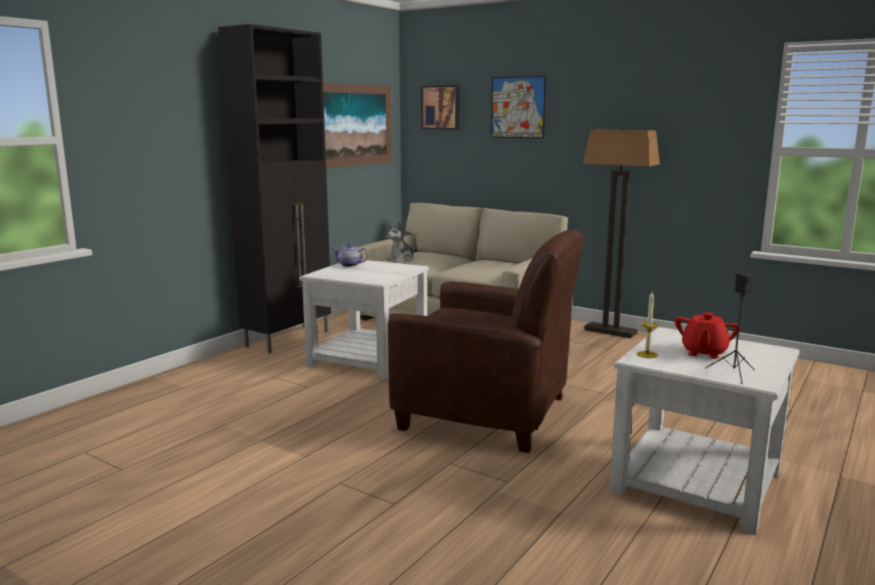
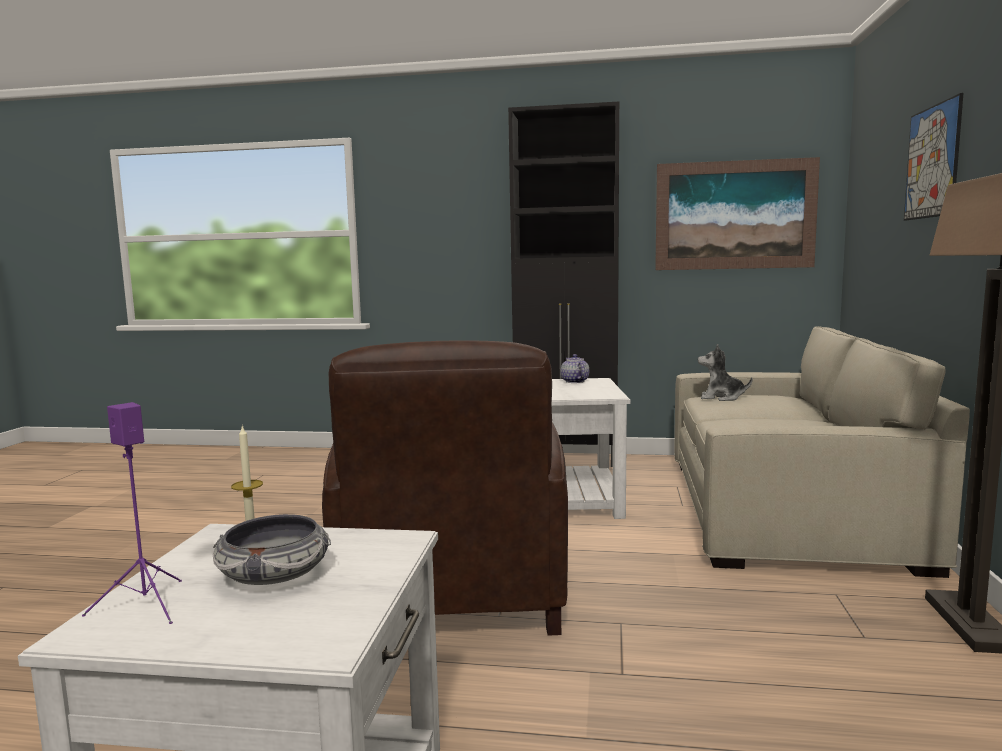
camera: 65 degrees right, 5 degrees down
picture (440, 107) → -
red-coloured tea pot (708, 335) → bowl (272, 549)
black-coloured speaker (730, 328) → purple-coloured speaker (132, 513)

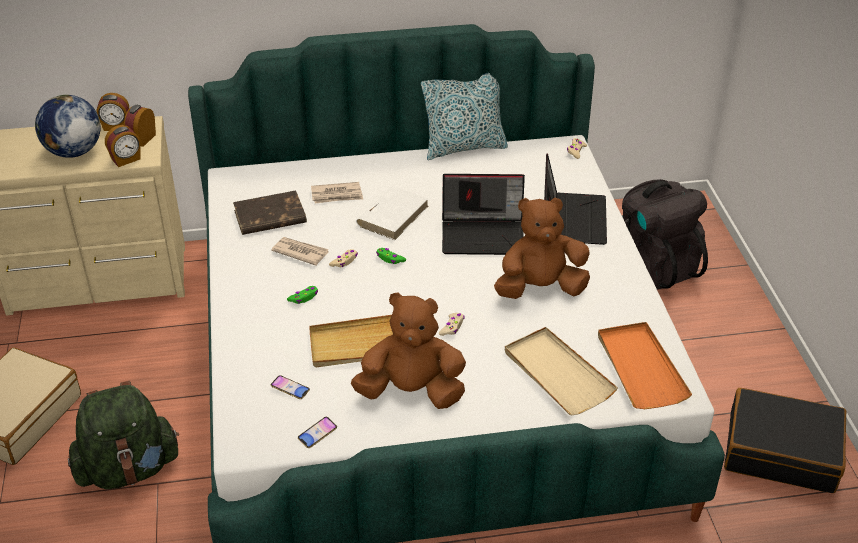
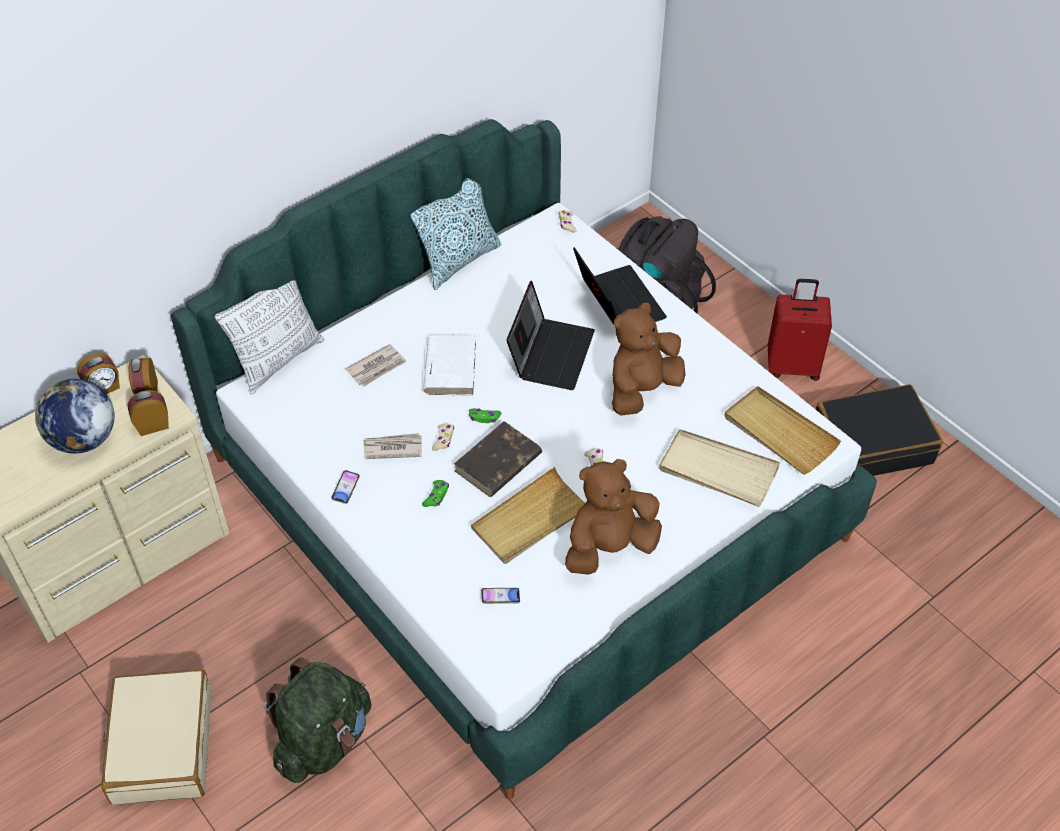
camera: 30 degrees left, 10 degrees up
- → cushion (269, 337)
- → red-coloured piece of luggage (800, 330)
brown-coloured book (270, 212) → brown-coloured book (498, 459), moved
telephone (317, 432) → telephone (345, 487), moved
orange serving tray (645, 365) → beige serving tray (782, 430)
alarm clock (123, 146) → alarm clock (148, 413), 135 degrees counterclockwise
laptop (483, 214) → laptop (550, 335), 45 degrees counterclockwise

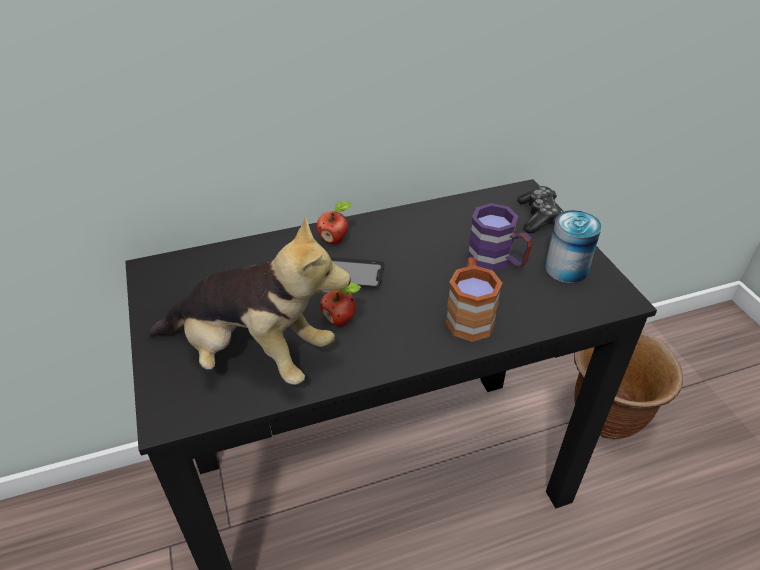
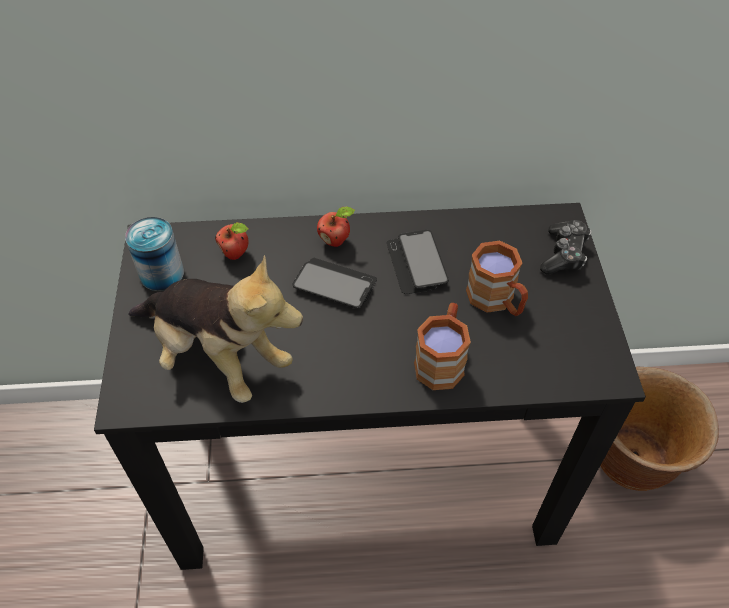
camera: 15 degrees right, 10 degrees up
- → telephone (418, 262)
apple (340, 304) → apple (232, 241), moved
can (573, 246) → can (154, 254), moved
purple-coloured tea mug (499, 237) → brown-coloured tea mug (497, 278)

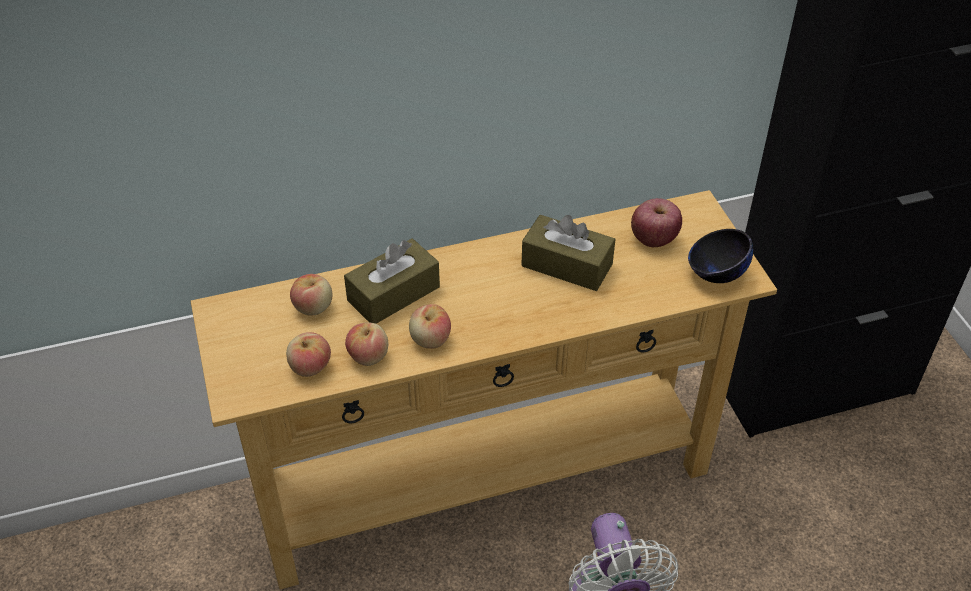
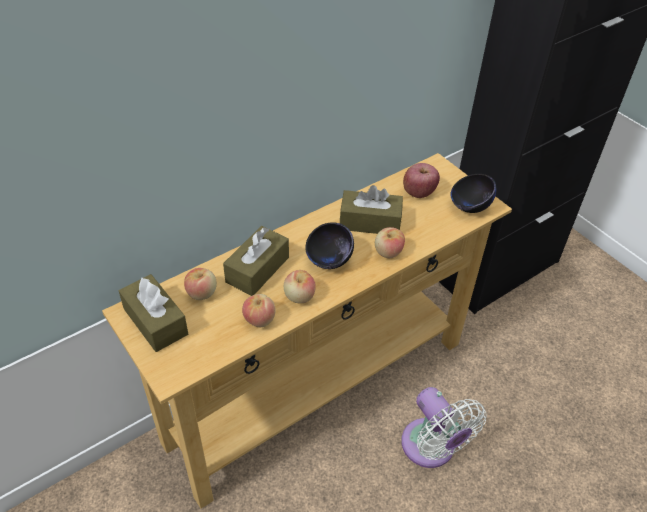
camera: 20 degrees left, 0 degrees up
- → brown-coloured tissue box (153, 313)
- → black-coloured bowl (329, 245)
apple (308, 354) → apple (390, 242), moved

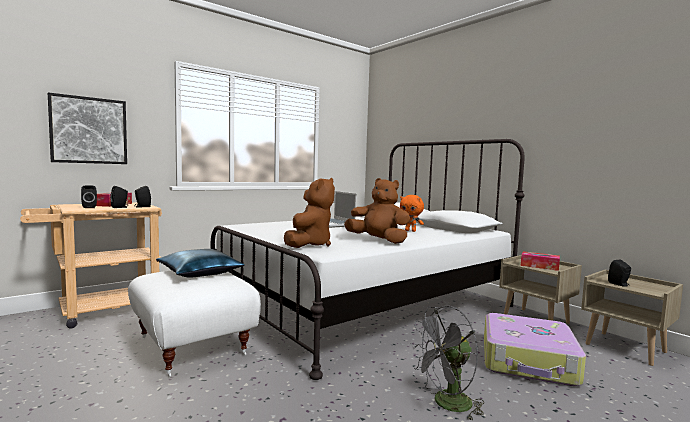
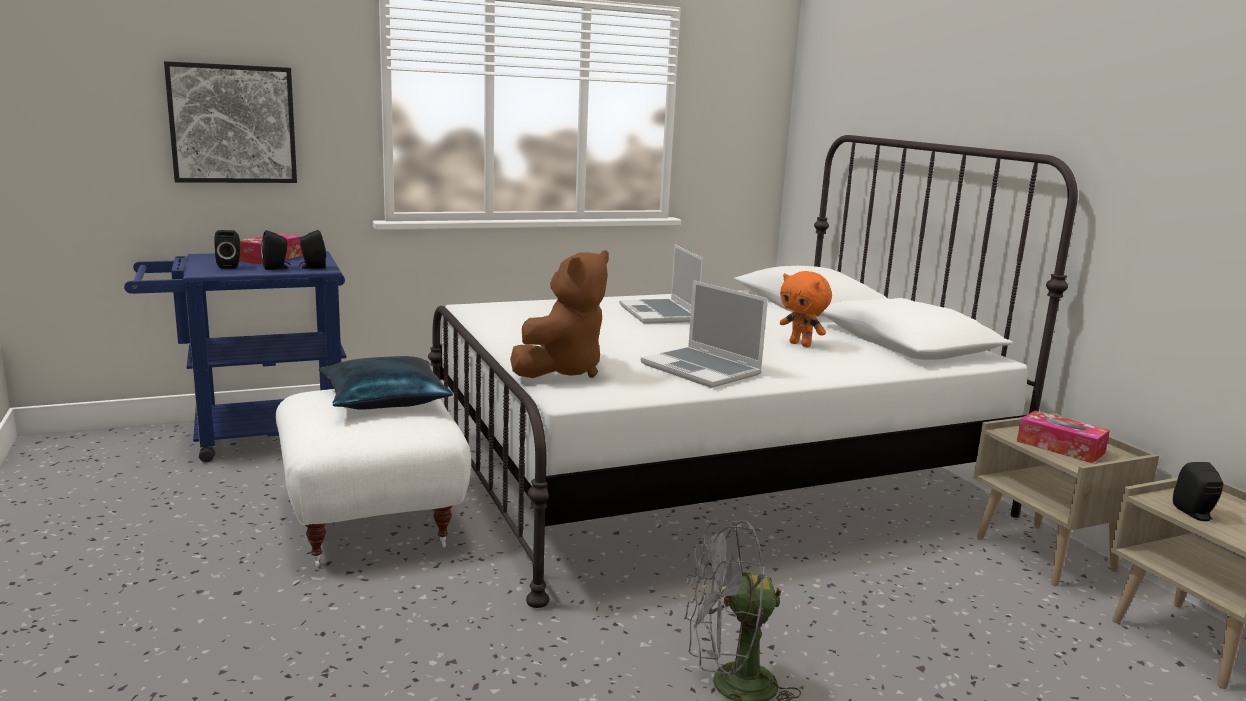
camera: 15 degrees right, 10 degrees up
piece of luggage (535, 349) → -
brown-coloured cuddly toy (377, 211) → laptop (704, 334)
beige wheeled cart (91, 266) → blue wheeled cart (235, 356)

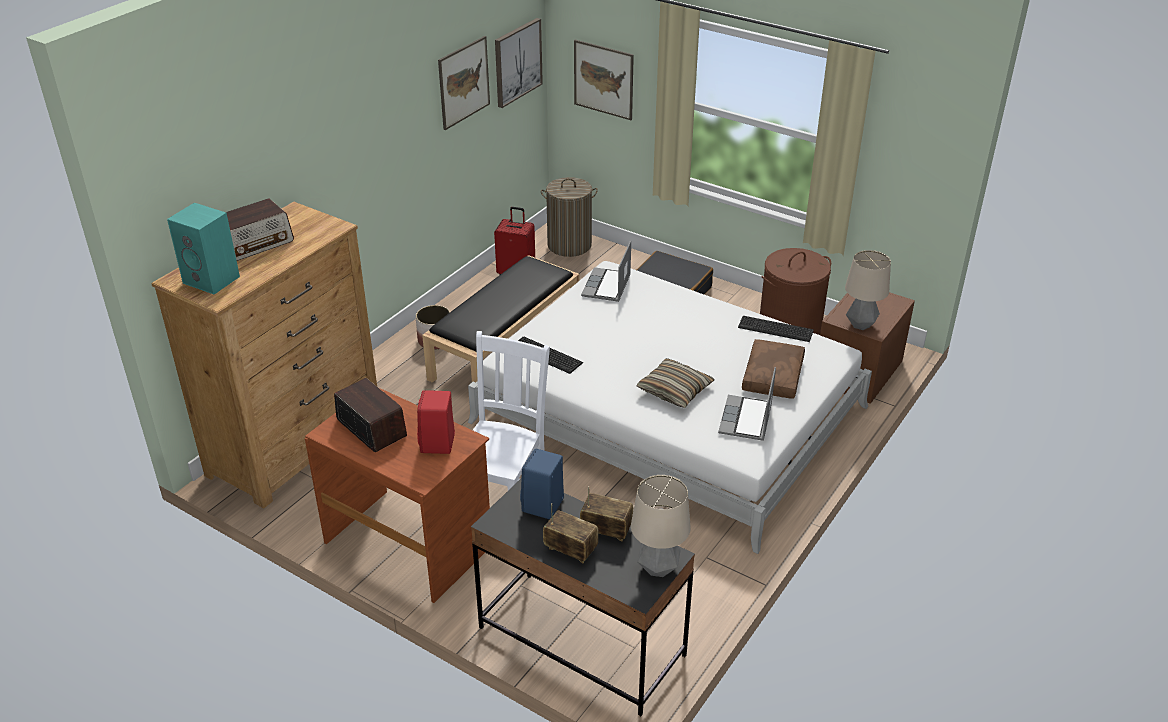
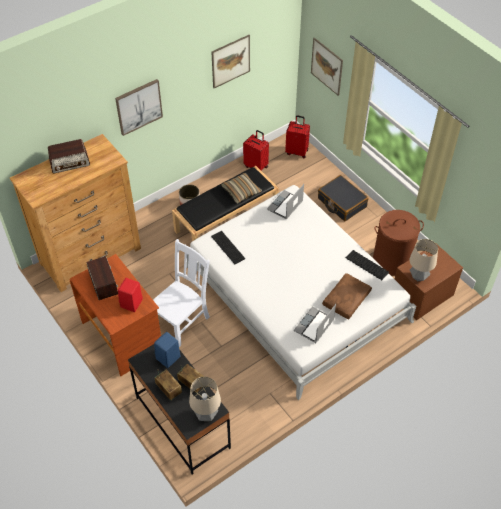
camera: 20 degrees right, 15 degrees up
turquoise-coloured speaker (203, 248) → -
picture (519, 63) → picture (139, 107), moved
cushion (675, 383) → cushion (241, 188), moved
laundry basket (569, 217) → red-coloured piece of luggage (297, 136)

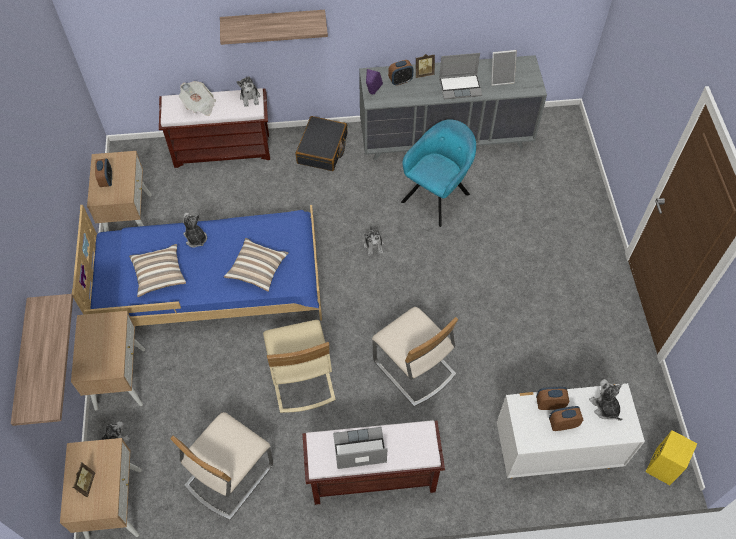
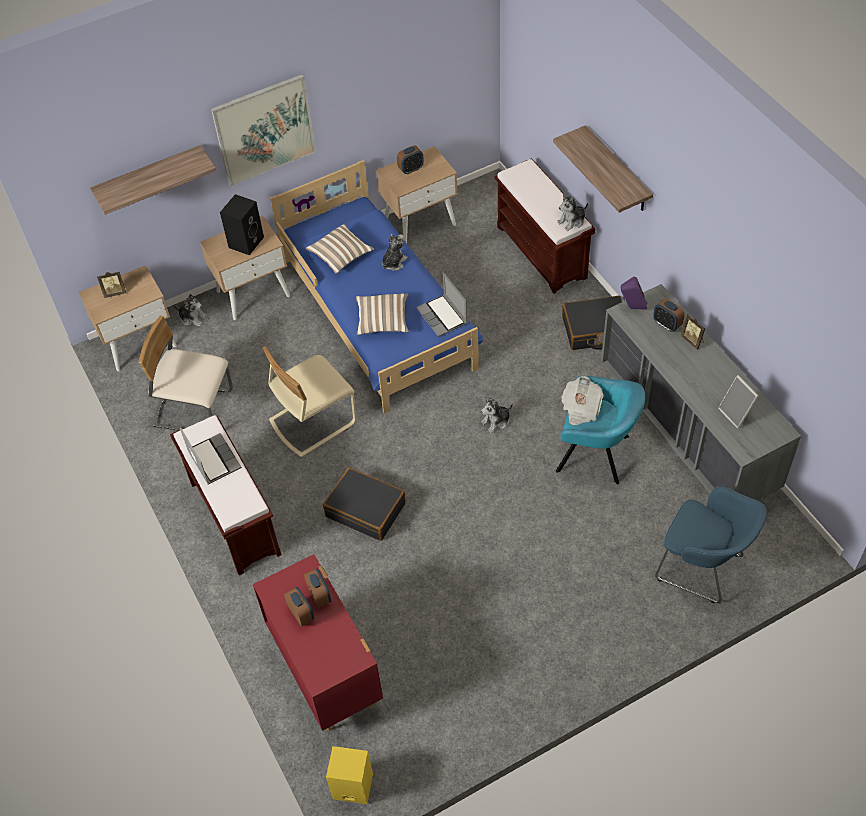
camera: 70 degrees right, 5 degrees down
cuddly toy (606, 400) → -
- → picture (263, 130)
- → black-coloured speaker (242, 224)
- → blue armchair (711, 545)
printed paper (197, 98) → printed paper (582, 400), moved
laptop (460, 76) → laptop (441, 304), moved
beige plain chair (415, 357) → black-coloured piece of luggage (364, 504)
whitish chest of drawers (571, 431) → red-coloured chest of drawers (318, 642)

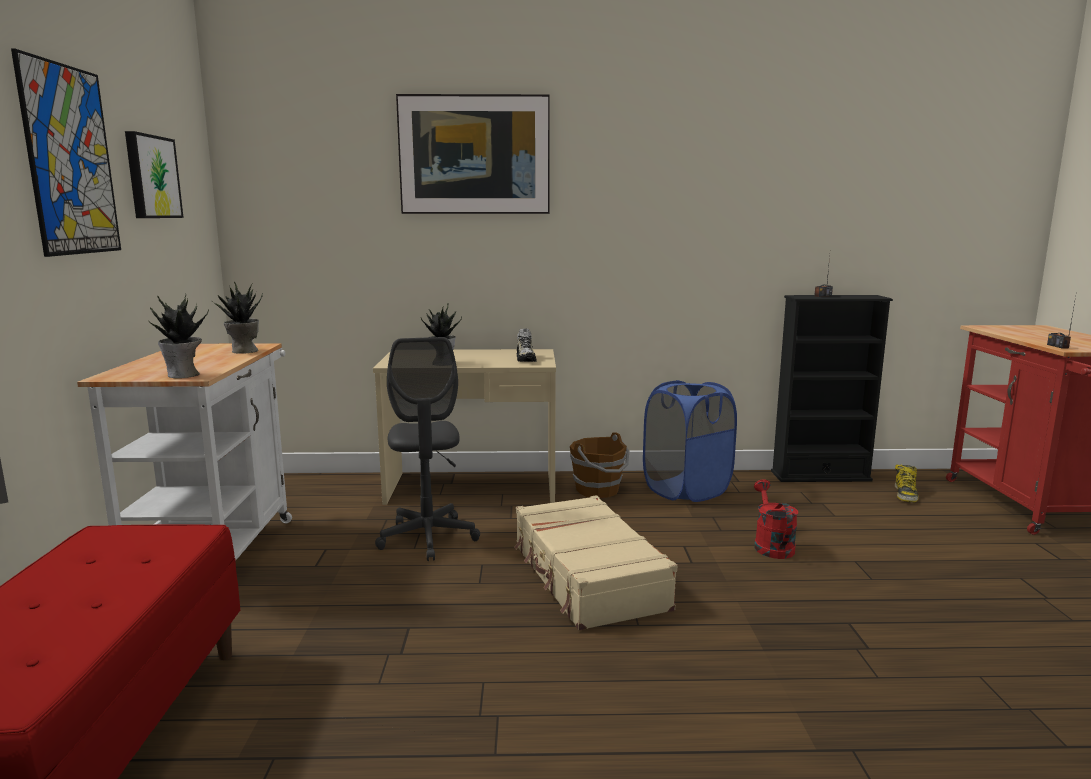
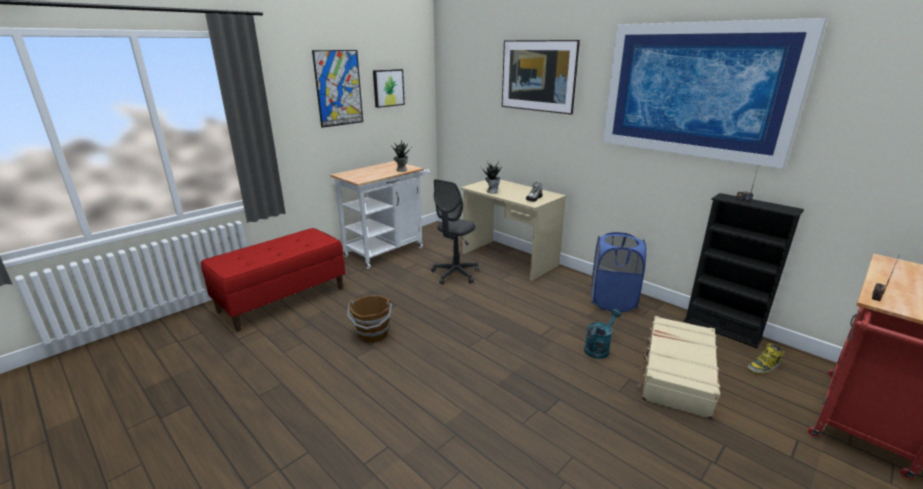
camera: 45 degrees right, 10 degrees up
potted plant (179, 336) → -
- → picture (715, 93)
beige piece of luggage (595, 563) → beige piece of luggage (679, 368), moved
brown-coloured bucket (599, 465) → brown-coloured bucket (369, 319), moved
red-coloured watering can (776, 519) → turquoise-coloured watering can (602, 334)

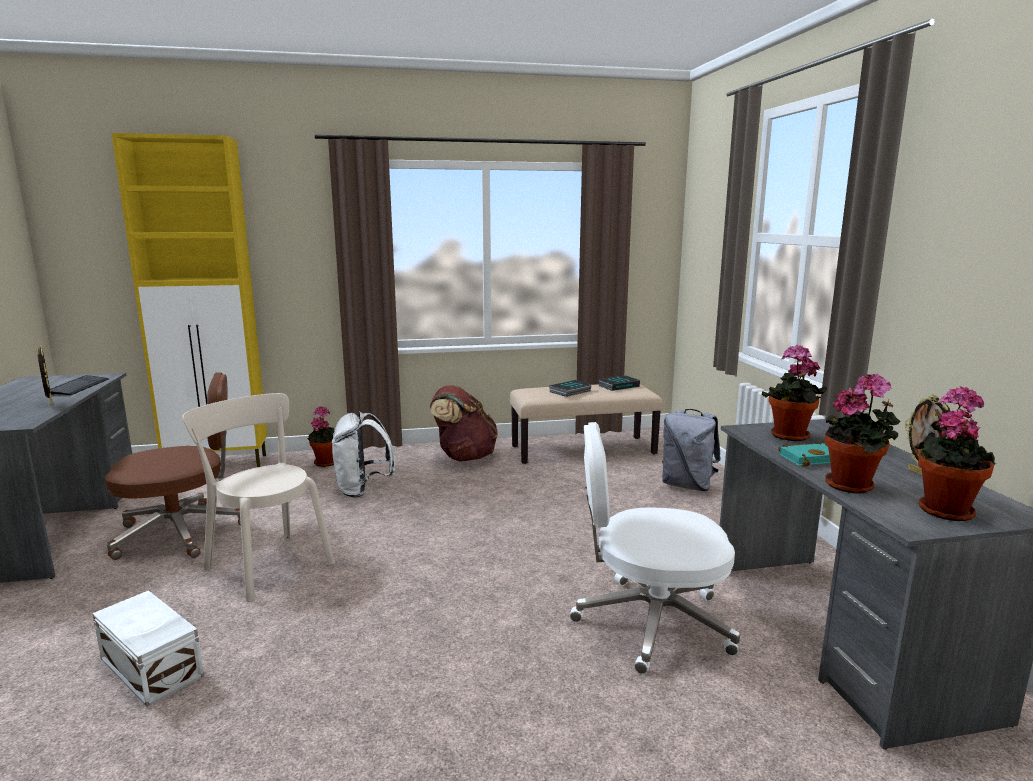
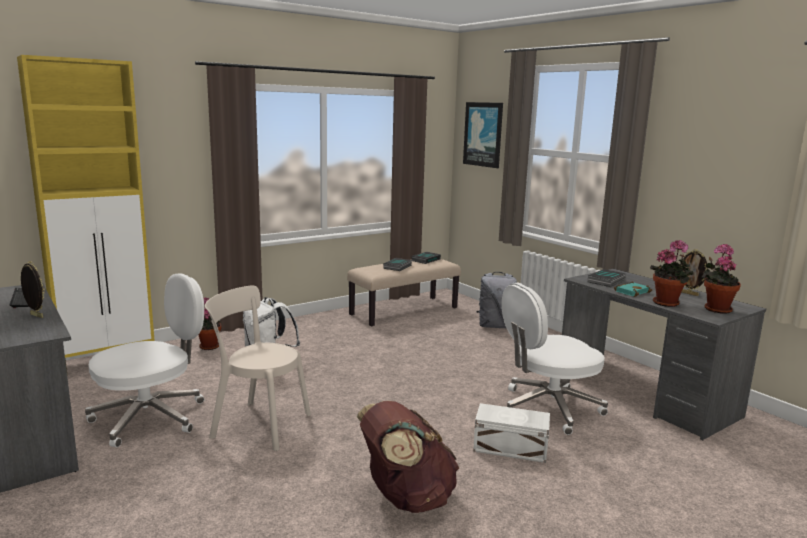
camera: 25 degrees left, 0 degrees up
- → picture (483, 135)
whitish storage container (148, 648) → whitish storage container (511, 433), moved
brown-coloured backpack (464, 423) → brown-coloured backpack (408, 457), moved
potted plant (794, 392) → book (607, 278)
brown-coloured computer chair (173, 466) → whitish computer chair (144, 360)

